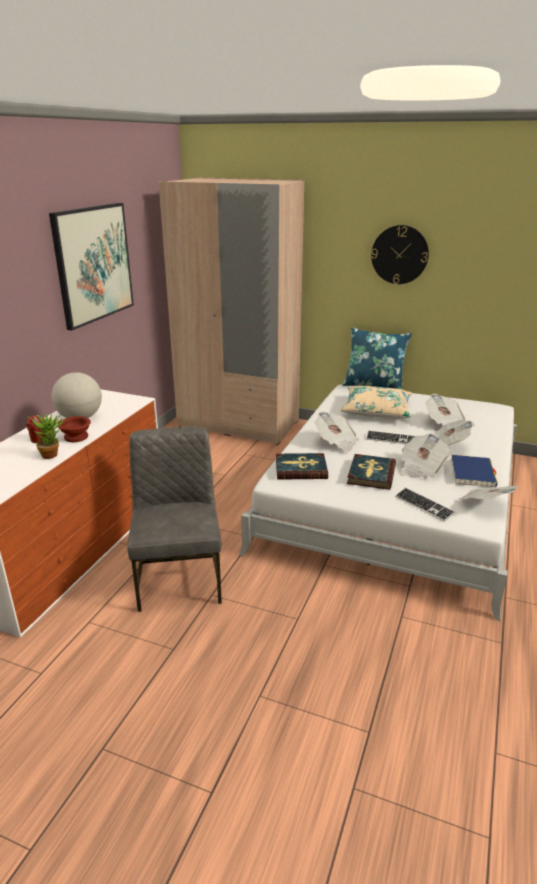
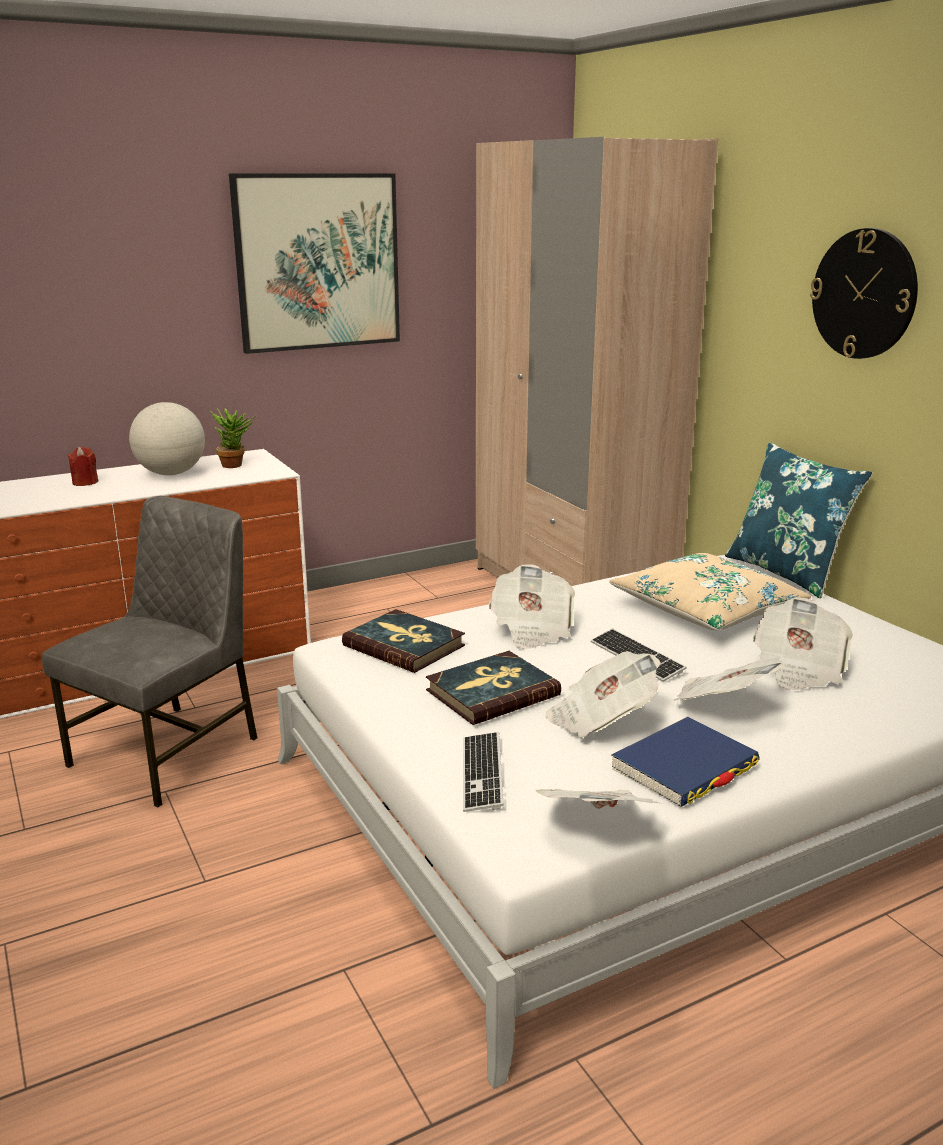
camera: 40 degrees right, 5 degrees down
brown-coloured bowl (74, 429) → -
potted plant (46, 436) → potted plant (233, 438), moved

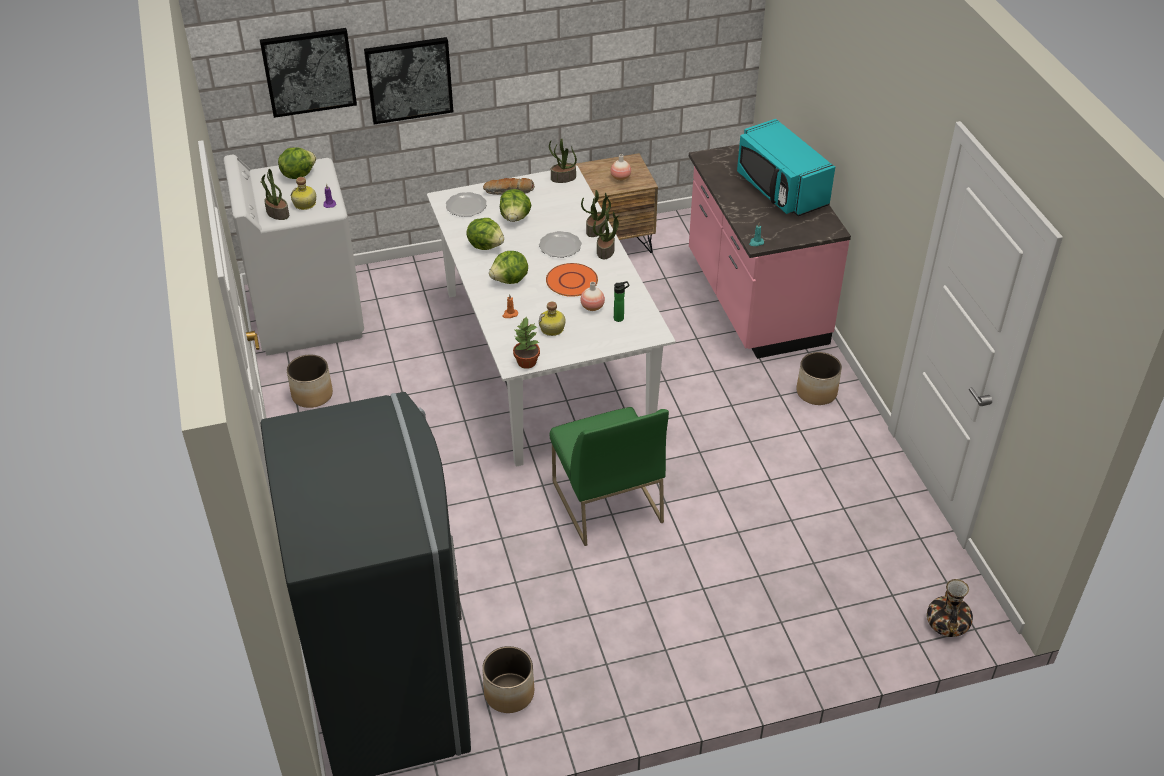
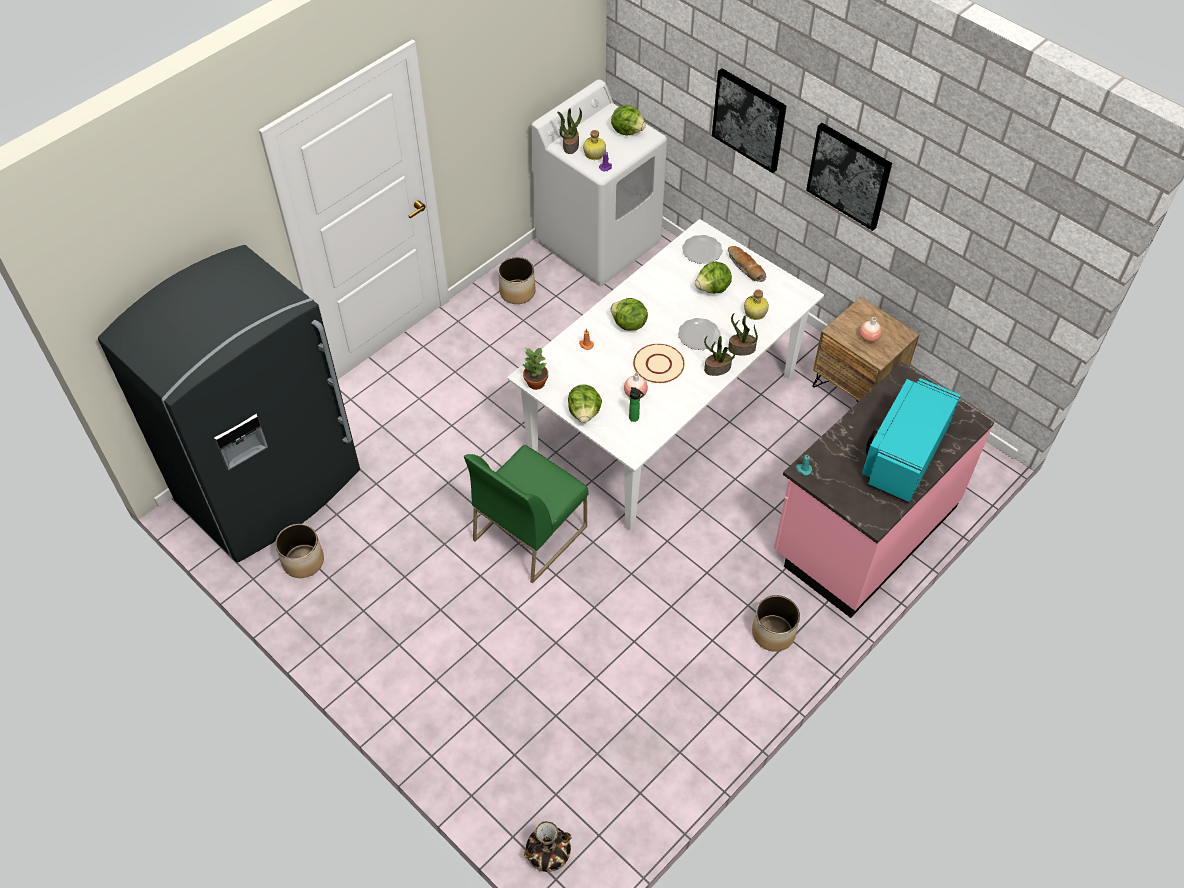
camera: 60 degrees right, 10 degrees up
potted plant (563, 160) → -
picture (308, 73) → picture (849, 177), moved
lettuce (485, 234) → lettuce (585, 403), moved
bottle (552, 319) → bottle (756, 305), moved
orange flat dish (572, 280) → beige flat dish (659, 363)

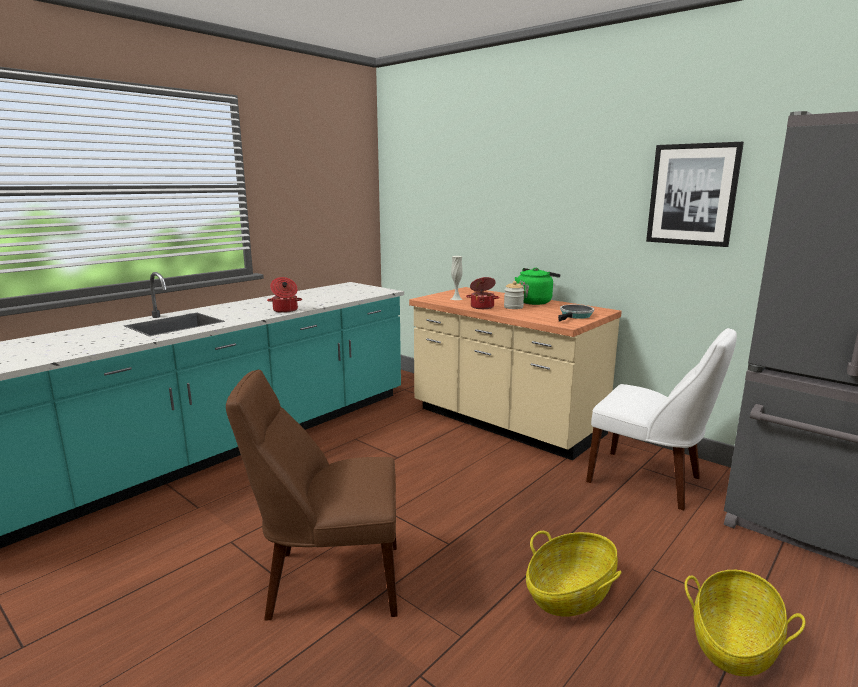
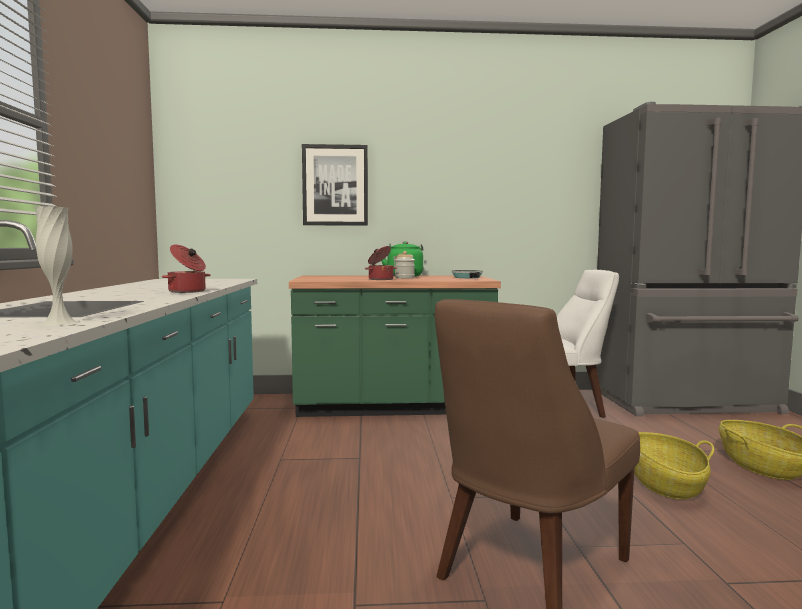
camera: 45 degrees left, 10 degrees down
whitish decorative vase (457, 278) → whitish decorative vase (56, 266), moved
picture (695, 194) → picture (335, 185), moved
beige counter (515, 373) → green-coloured counter (395, 346)

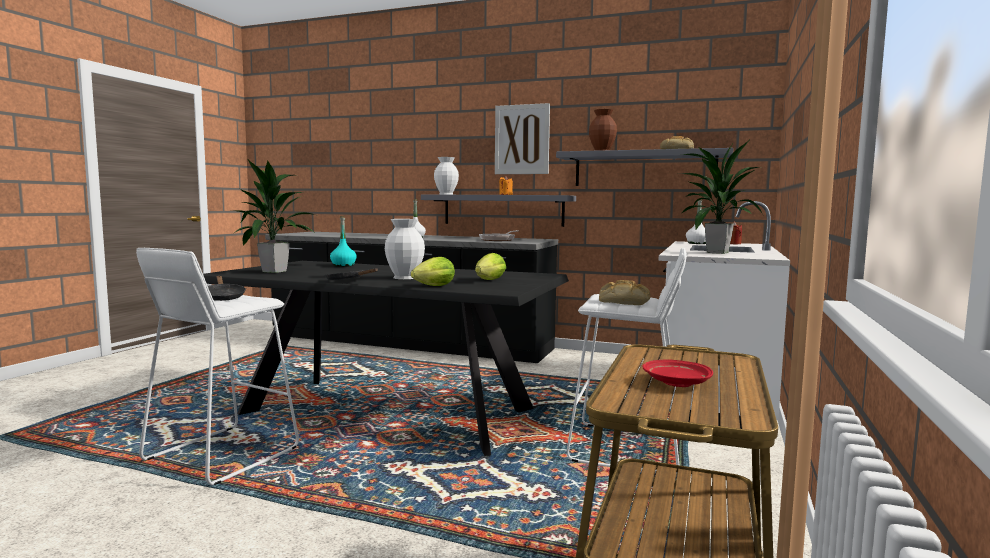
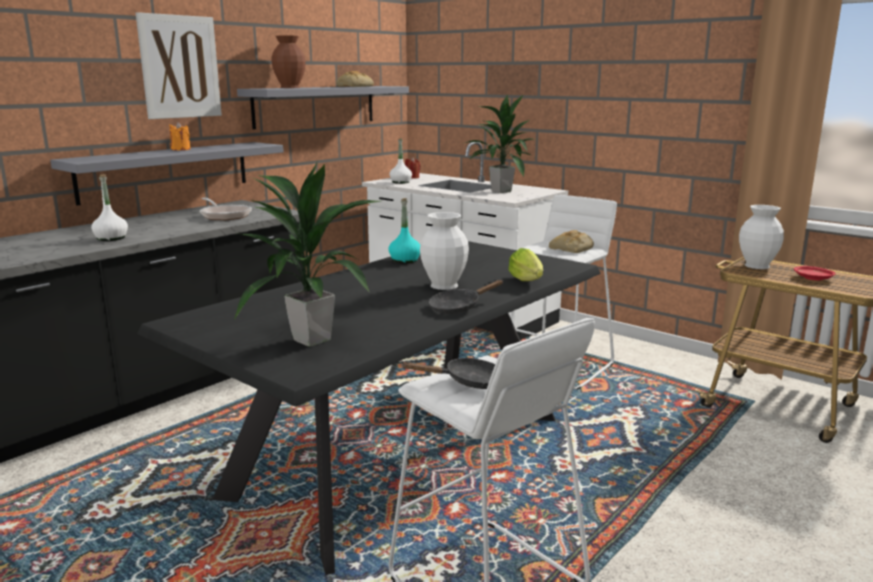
camera: 70 degrees left, 10 degrees up
lettuce (490, 266) → -
turquoise-coloured bottle (343, 241) → turquoise-coloured bottle (404, 230), moved
whitish decorative vase (446, 176) → whitish decorative vase (761, 237), moved

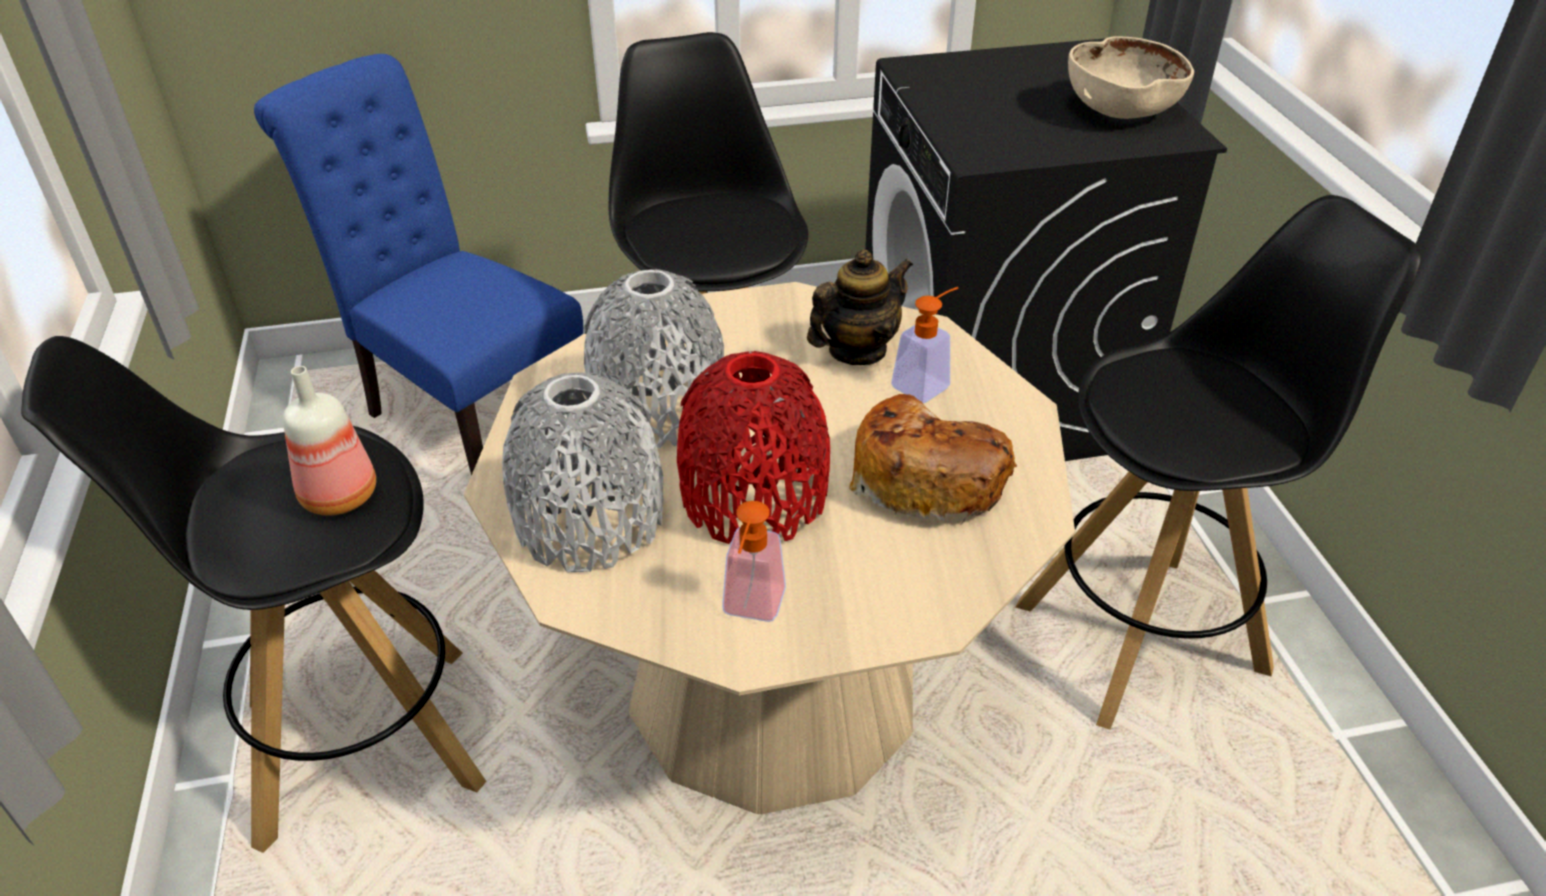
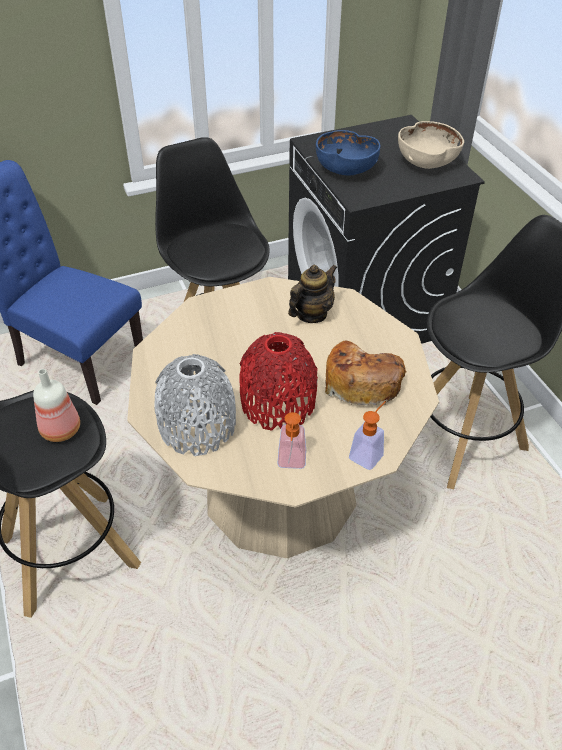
camera: 10 degrees left, 5 degrees up
gray decorative vase (654, 358) → -
- → blue bowl (348, 153)
soap bottle (924, 345) → soap bottle (367, 435), moved

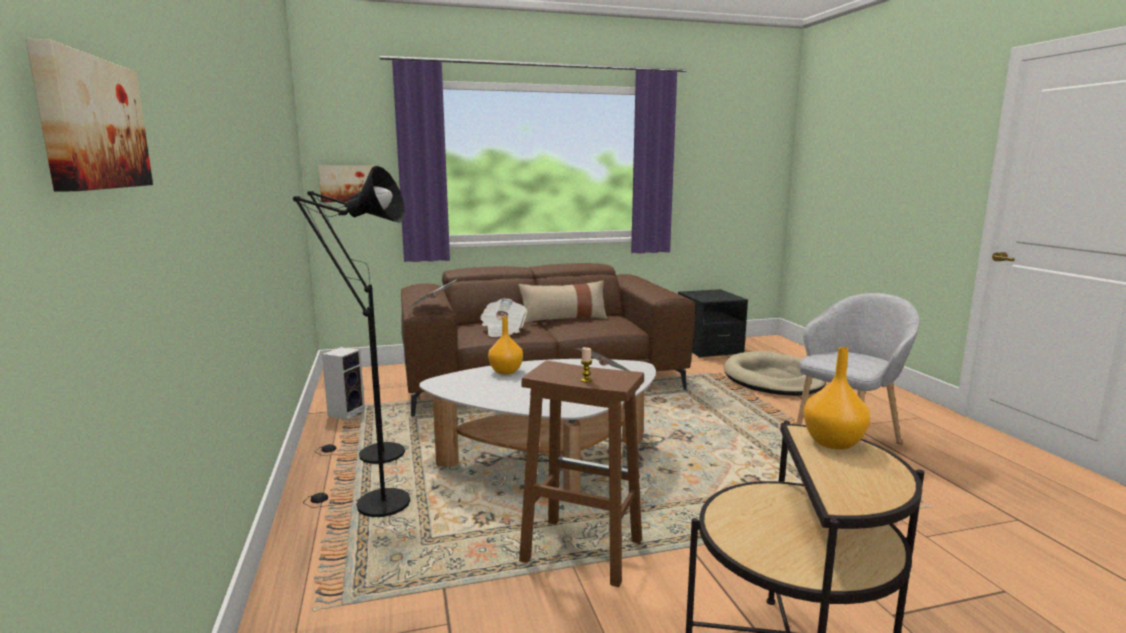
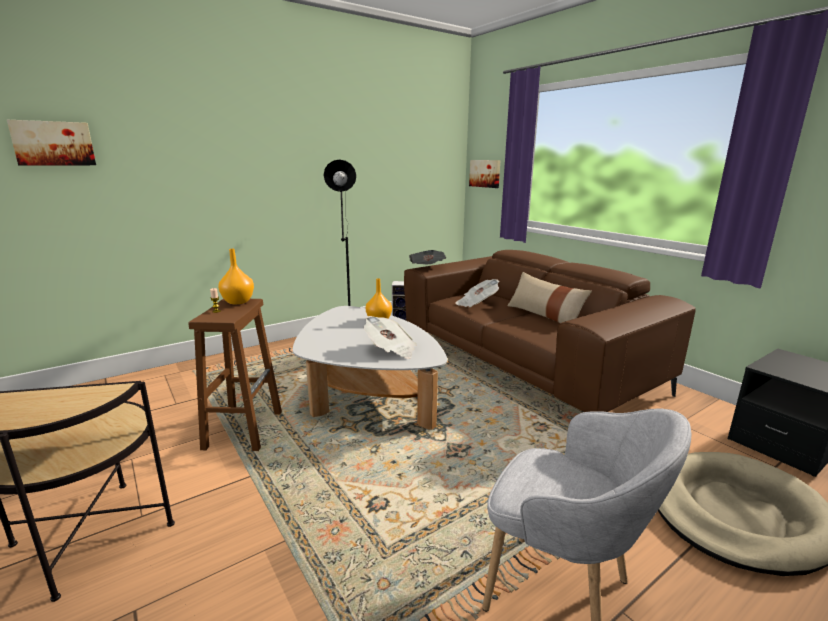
camera: 70 degrees right, 5 degrees up
black-coloured standing lamp (351, 341) → -
orange decorative vase (837, 398) → orange decorative vase (236, 276), moved

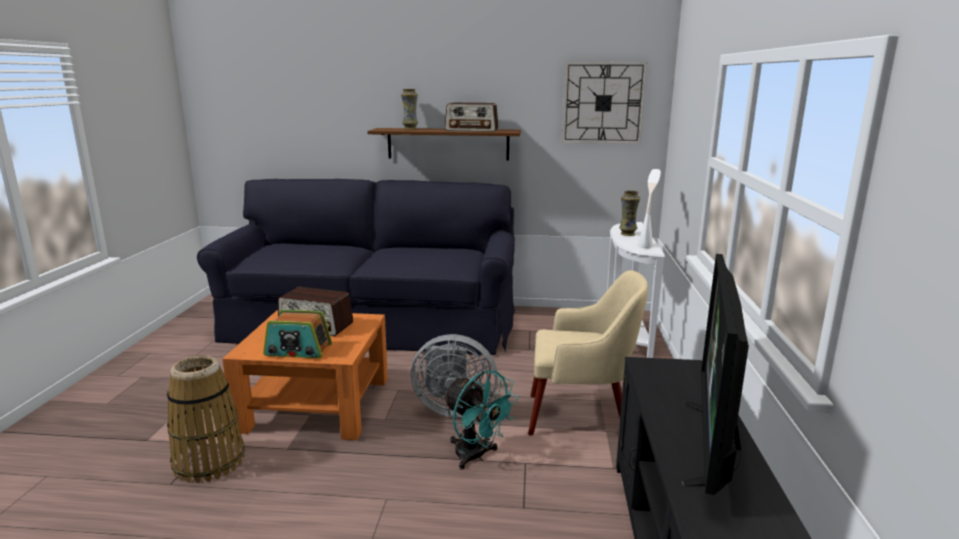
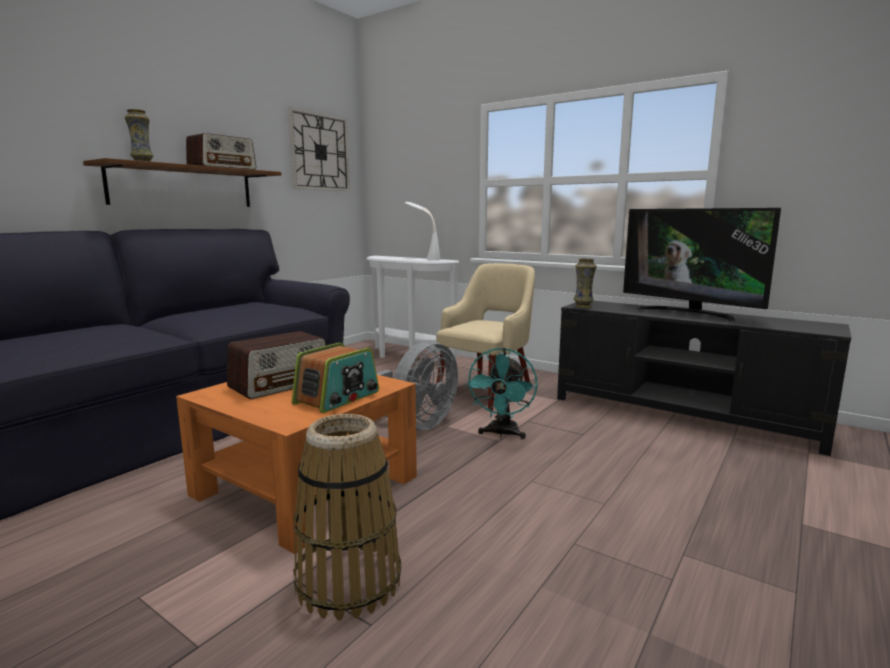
camera: 60 degrees left, 5 degrees down
decorative vase (629, 213) → decorative vase (585, 283), moved
turquoise-coloured fan (481, 420) → turquoise-coloured fan (501, 393), 120 degrees clockwise

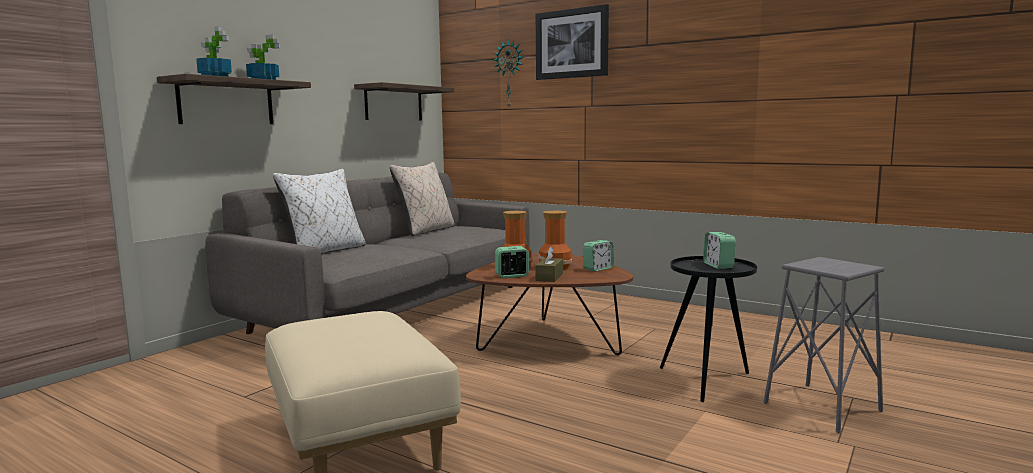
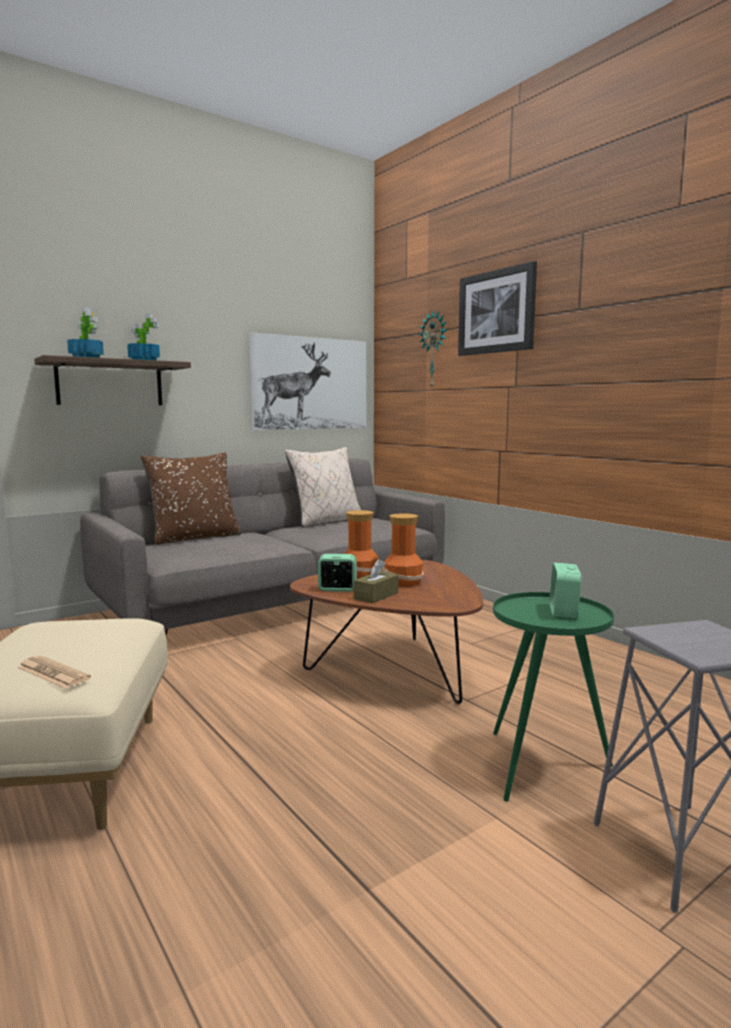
camera: 20 degrees right, 0 degrees up
alarm clock (598, 256) → -
- → printed paper (54, 672)
shelf (404, 101) → picture (307, 381)
whitish cushion (319, 211) → brown-coloured cushion (191, 498)
black-coloured accent table (708, 329) → green-coloured accent table (553, 697)

